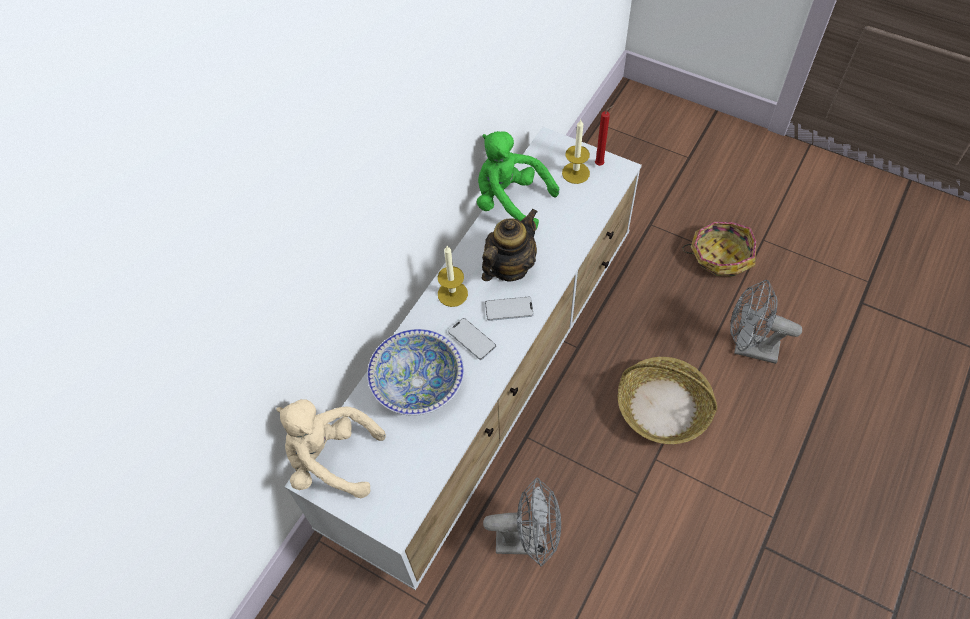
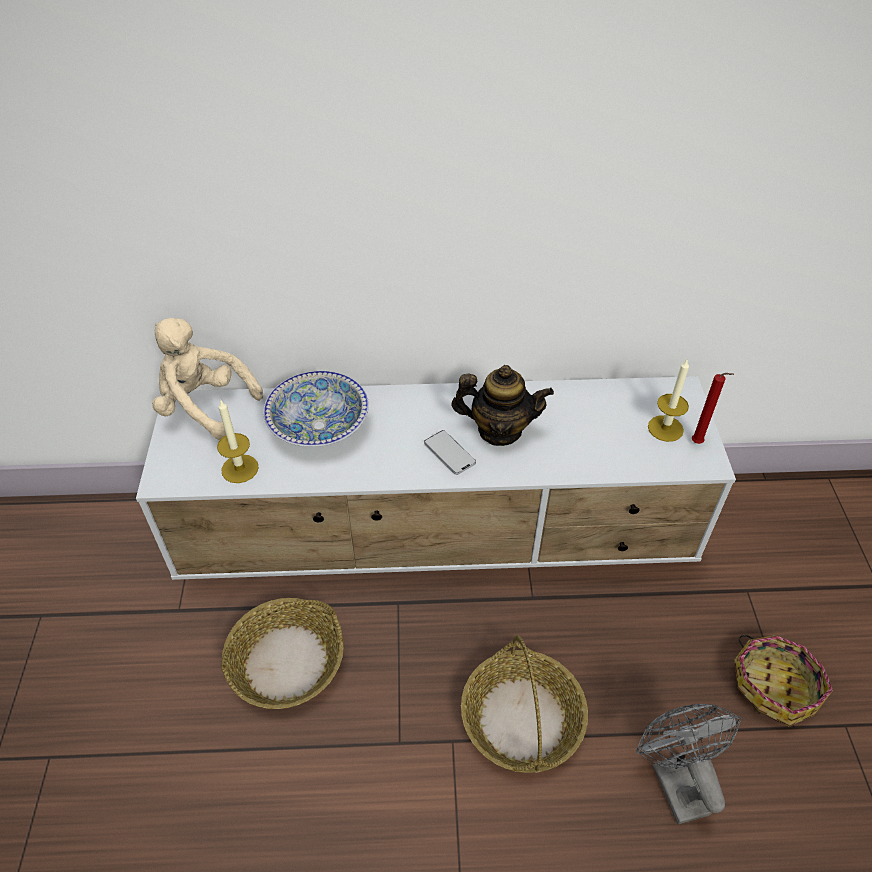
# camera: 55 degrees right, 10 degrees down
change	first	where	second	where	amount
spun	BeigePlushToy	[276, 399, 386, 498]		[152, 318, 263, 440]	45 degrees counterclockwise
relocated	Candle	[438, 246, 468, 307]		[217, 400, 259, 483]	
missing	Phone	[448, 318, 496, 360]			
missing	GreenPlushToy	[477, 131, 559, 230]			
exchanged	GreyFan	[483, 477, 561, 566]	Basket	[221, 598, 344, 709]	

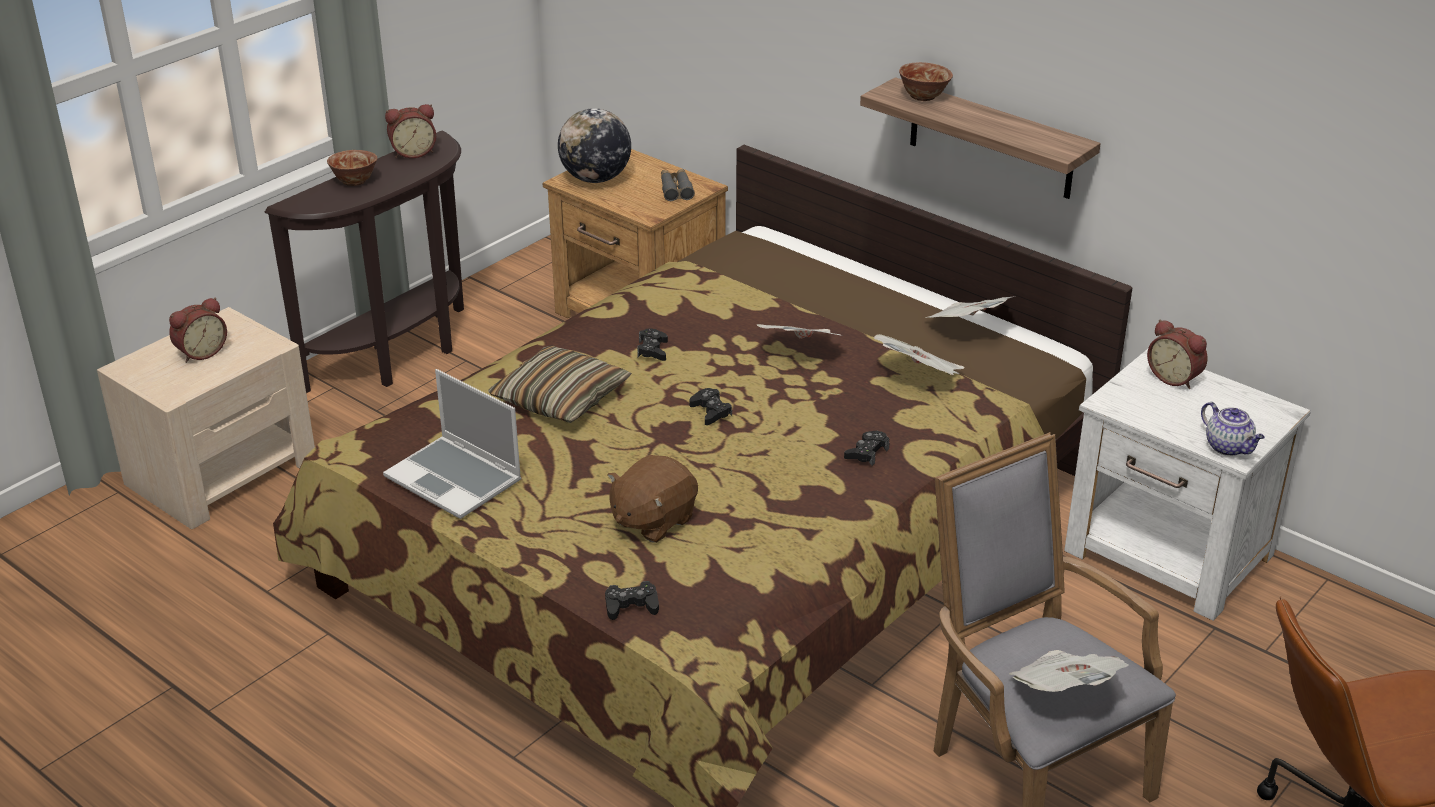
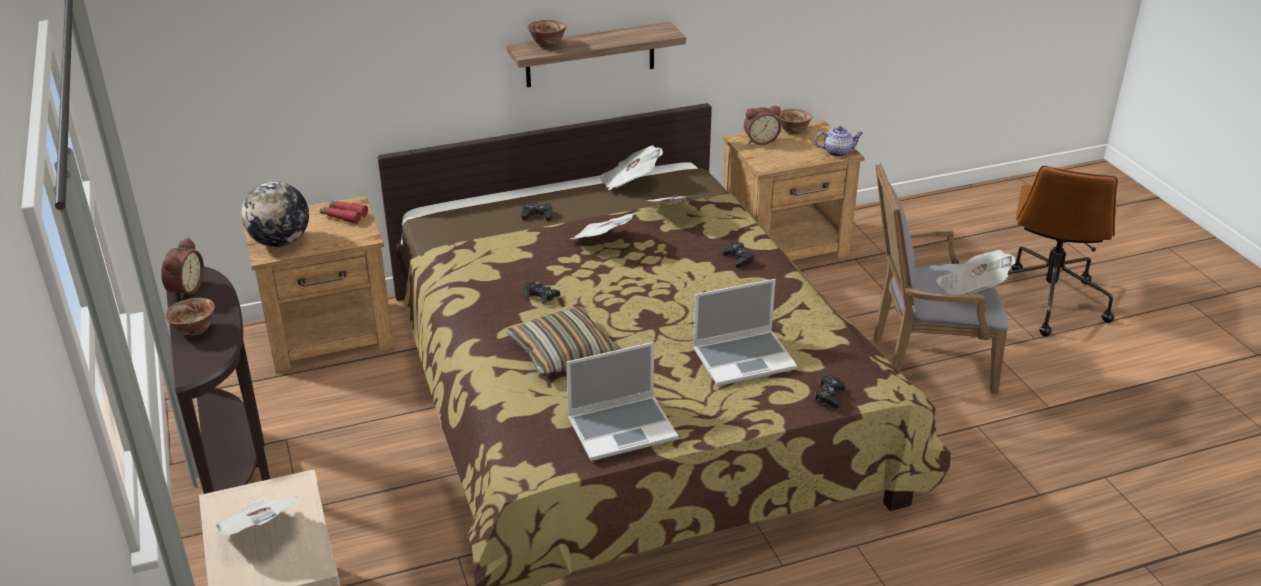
# camera: 60 degrees left, 0 degrees up
change	first	where	second	where	amount
exchanged	AlarmClock	[169, 298, 227, 363]	Newspaper	[214, 497, 298, 535]	
exchanged	BrownPlushToy	[607, 455, 698, 543]	Laptop	[693, 279, 797, 386]	
colour	GreyBinoculars	[661, 169, 695, 201]	RedBinoculars	[320, 201, 368, 224]	
relocated	BlackGameController	[690, 388, 732, 425]		[521, 203, 553, 221]	
colour	WhiteNightstand	[1064, 349, 1311, 621]	BrownNightstand	[723, 120, 865, 260]	
appeared			Bowl	[778, 109, 813, 134]	

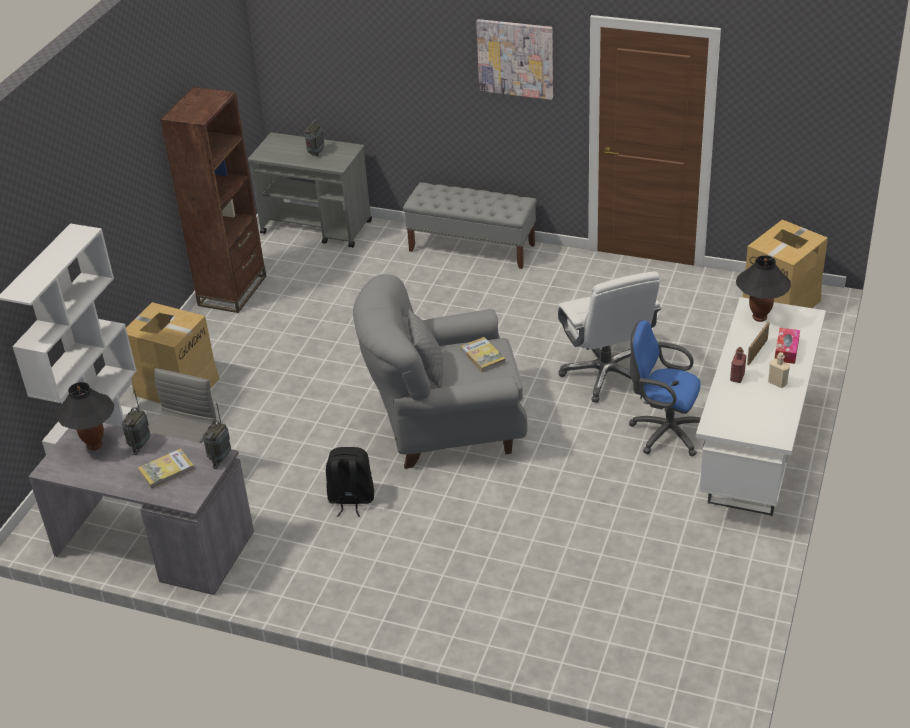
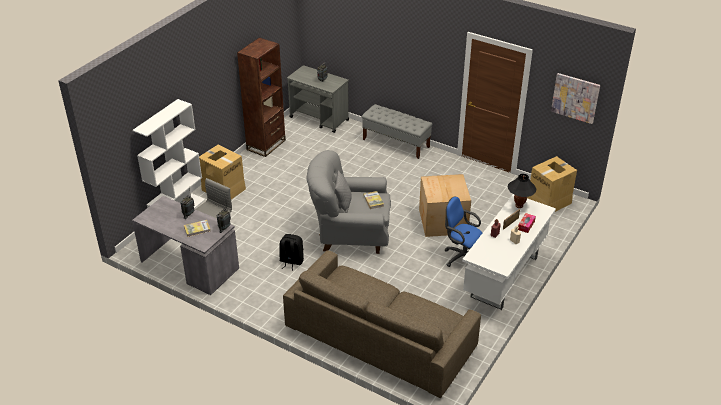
# camera: 10 degrees right, 0 degrees up
change	first	where	second	where	amount
missing	BlackTableLamp	[56, 382, 114, 450]			
relocated	Picture	[476, 19, 553, 100]		[551, 73, 600, 124]	
exchanged	WhiteOfficeChair	[558, 271, 661, 403]	CardboardBox	[419, 174, 471, 237]	
appeared			BrownSofa	[283, 250, 481, 398]	

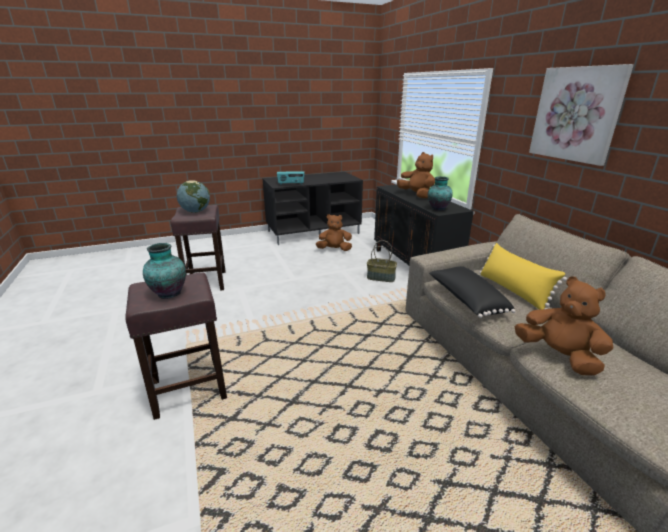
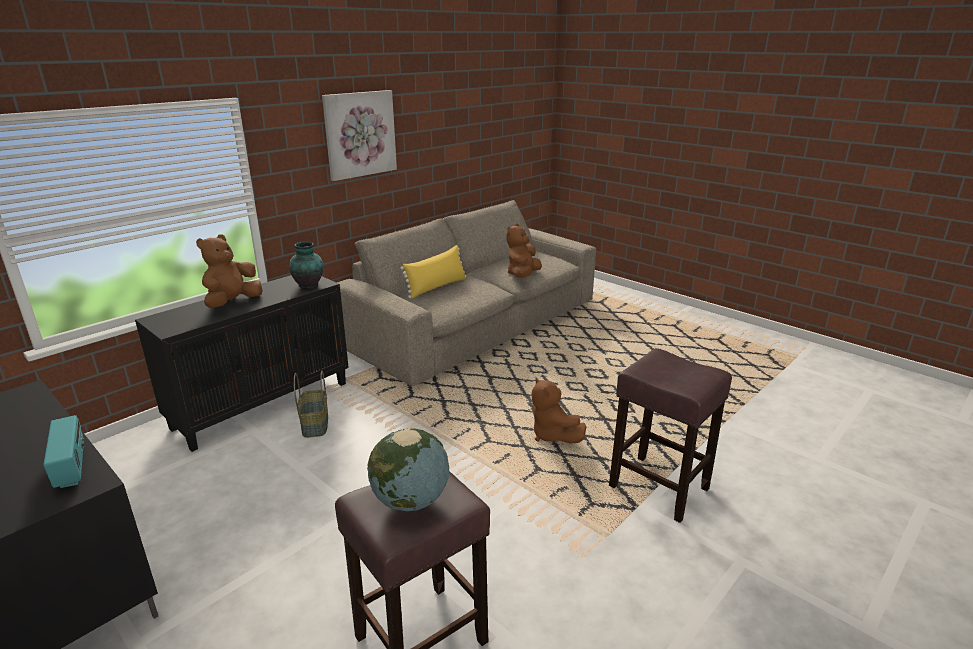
# camera: 115 degrees left, 0 degrees up
change	first	where	second	where	amount
missing	Vase	[143, 243, 186, 299]			
relocated	BrownPlushToy	[316, 214, 352, 251]		[531, 377, 586, 443]	
missing	BlackPillow	[429, 266, 516, 318]			

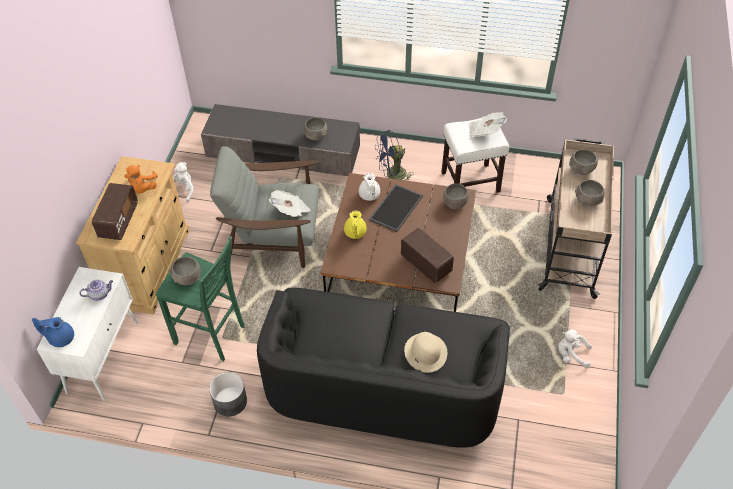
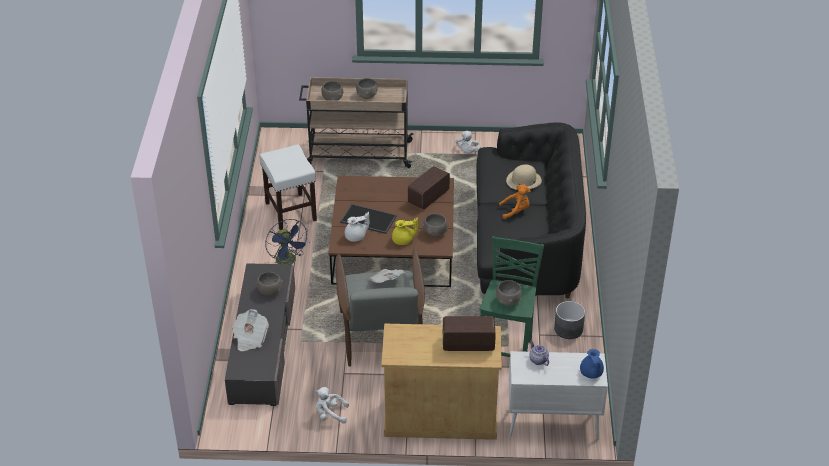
# camera: 100 degrees left, 10 degrees down
change	first	where	second	where	amount
relocated	OrangePlushToy	[124, 165, 158, 193]		[499, 185, 531, 219]	
relocated	GreyBowl	[443, 183, 469, 209]		[422, 214, 448, 237]	
relocated	Newspaper	[469, 112, 507, 137]		[232, 309, 269, 351]	

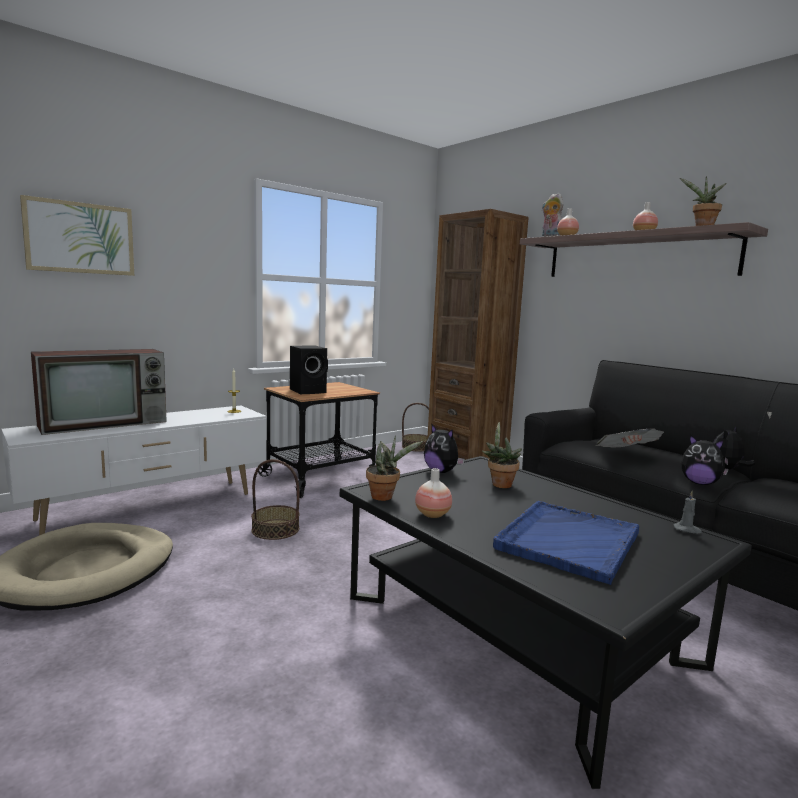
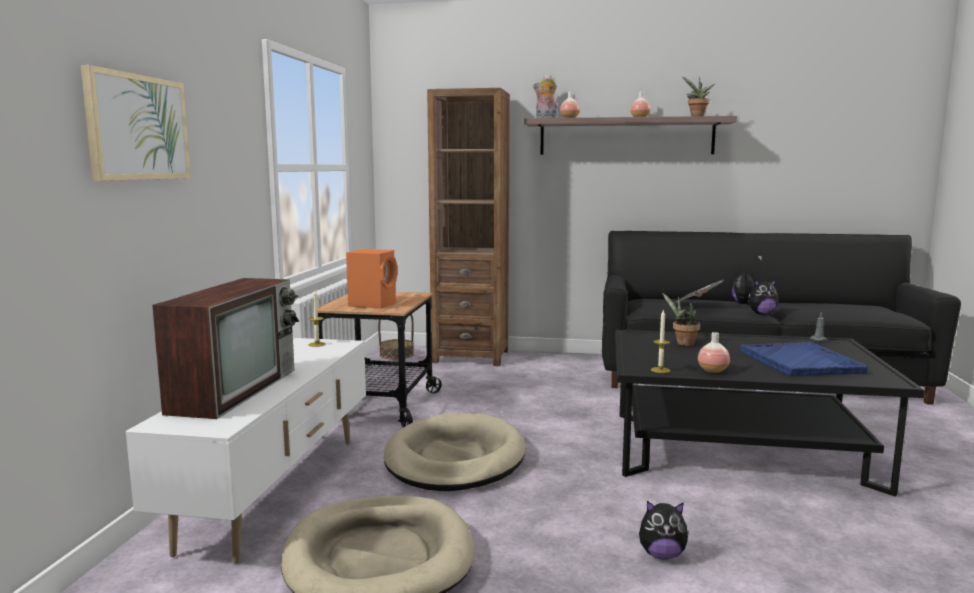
# camera: 40 degrees left, 0 degrees up
change	first	where	second	where	amount
exchanged	Basket	[251, 459, 300, 540]	BeigeDogBed	[384, 413, 526, 491]	
colour	BlackSpeaker	[290, 346, 328, 394]	OrangeSpeaker	[346, 249, 397, 309]	
exchanged	PottedPlant	[366, 435, 423, 501]	Candle	[651, 310, 670, 373]	
relocated	PlushToy	[424, 425, 465, 473]		[639, 501, 689, 560]	

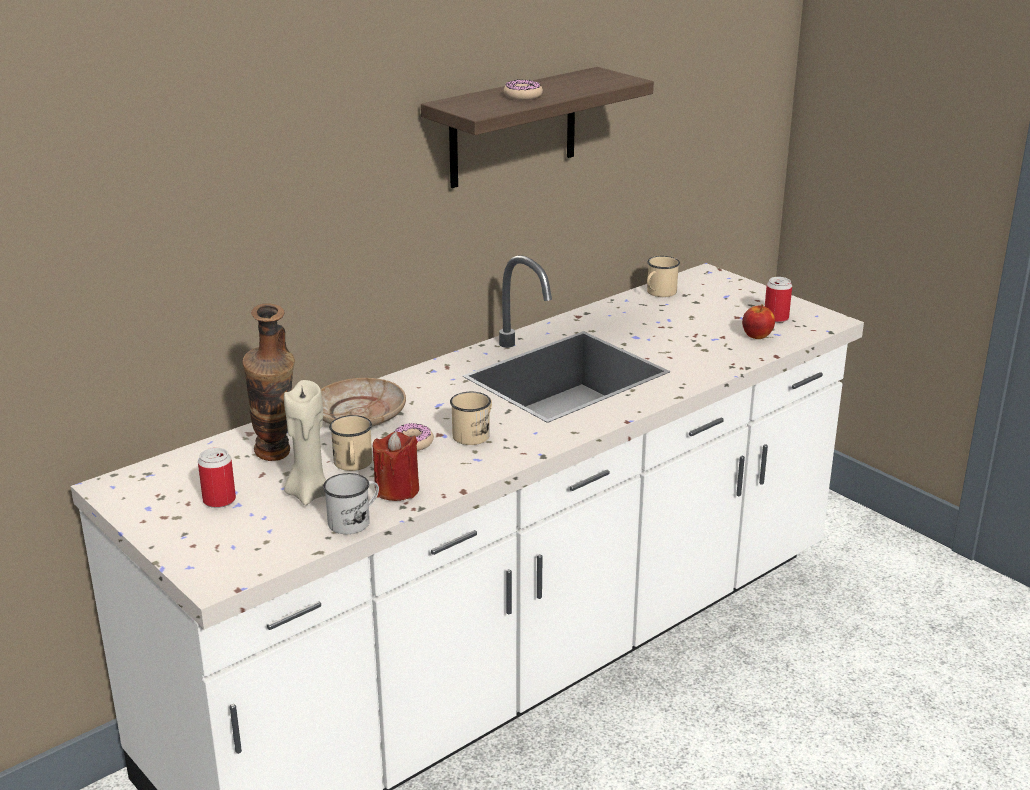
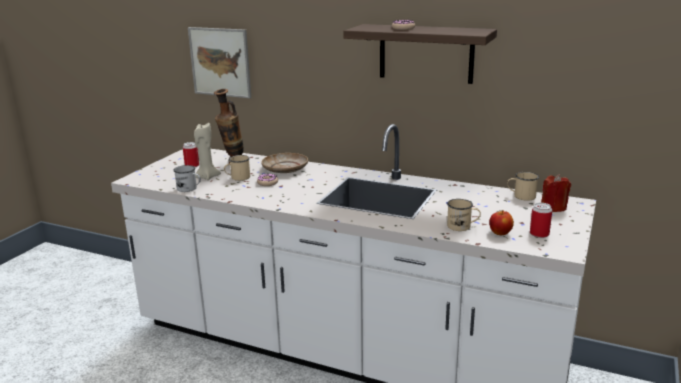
# camera: 65 degrees right, 5 degrees down
change	first	where	second	where	amount
relocated	RedCandle	[373, 431, 419, 501]		[541, 174, 571, 212]	
relocated	BeigeMug	[450, 392, 492, 445]		[447, 199, 481, 231]	
appeared			Picture	[188, 27, 251, 98]	

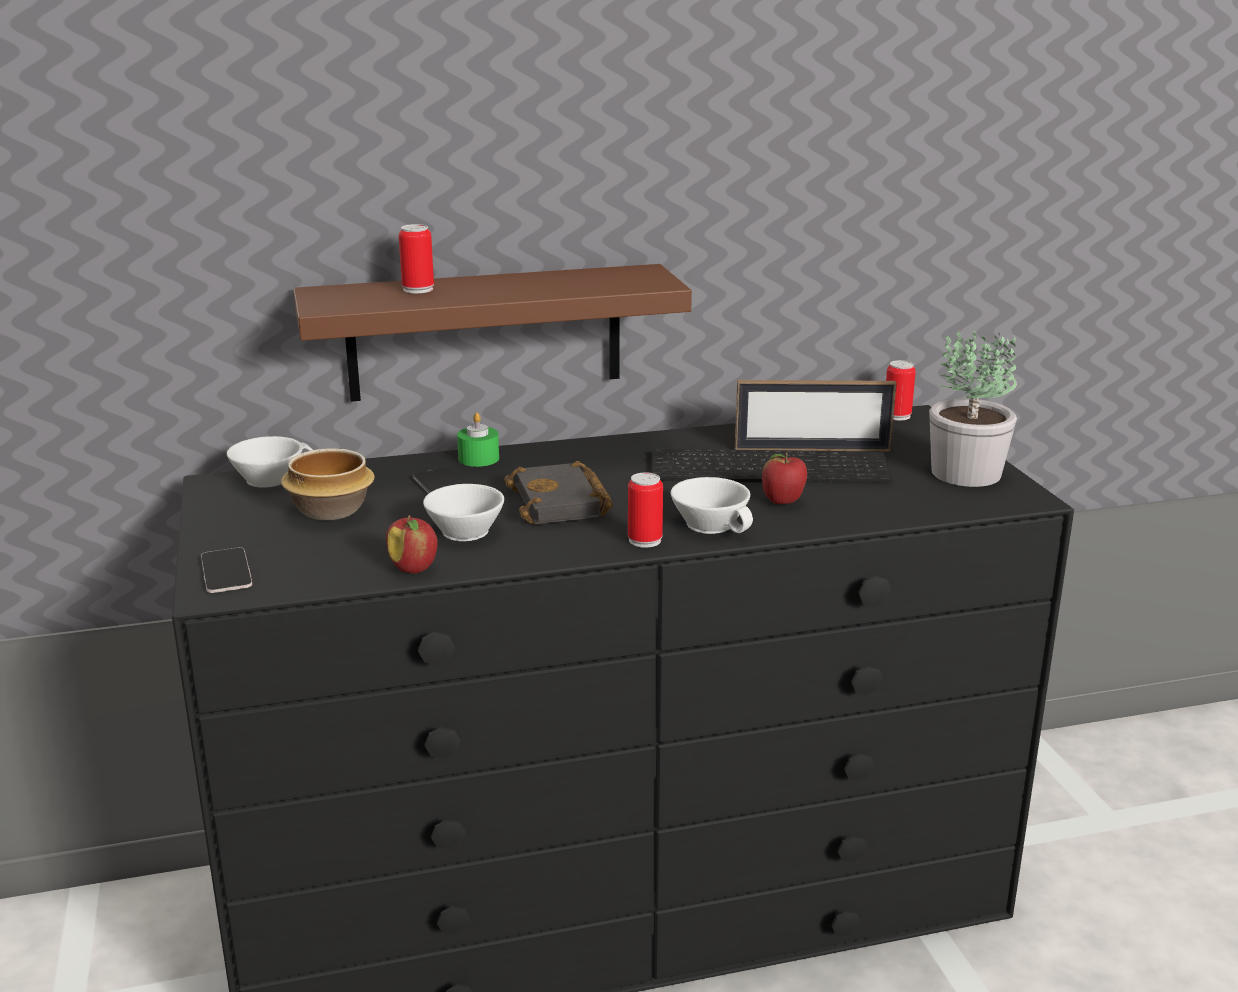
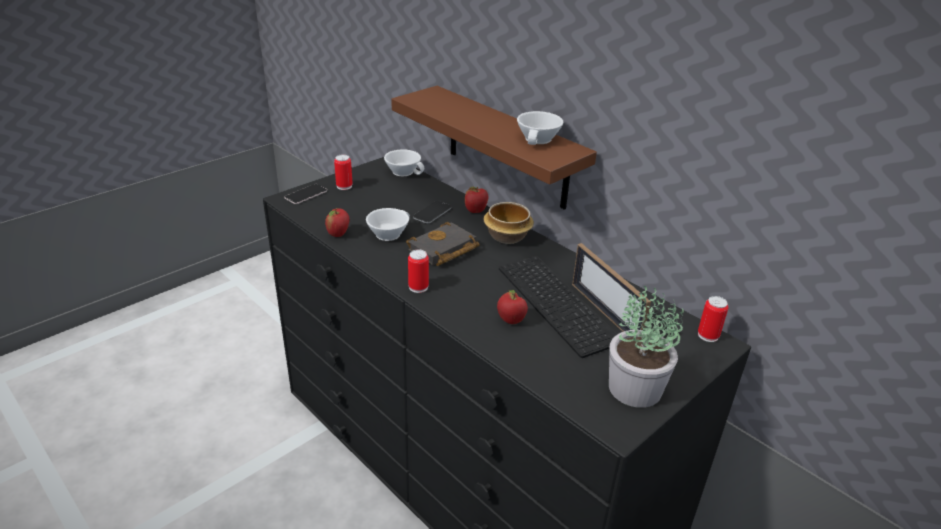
# camera: 60 degrees right, 10 degrees up
change	first	where	second	where	amount
relocated	Bowl	[281, 448, 375, 520]		[484, 202, 534, 244]	
relocated	Can	[399, 224, 434, 293]		[334, 154, 353, 190]	
exchanged	GreenCandle	[457, 413, 499, 467]	Apple	[465, 187, 488, 213]	
relocated	WhiteCup	[671, 477, 753, 534]		[517, 111, 563, 145]	

